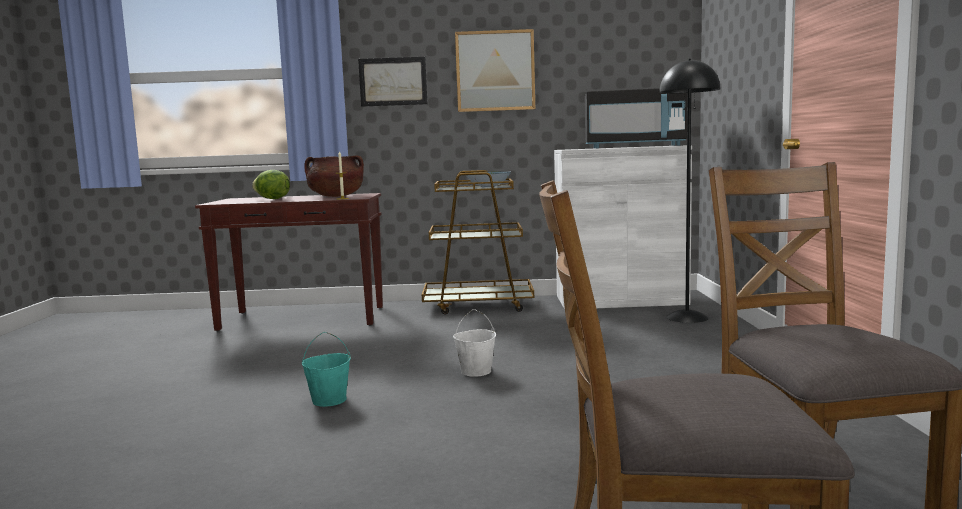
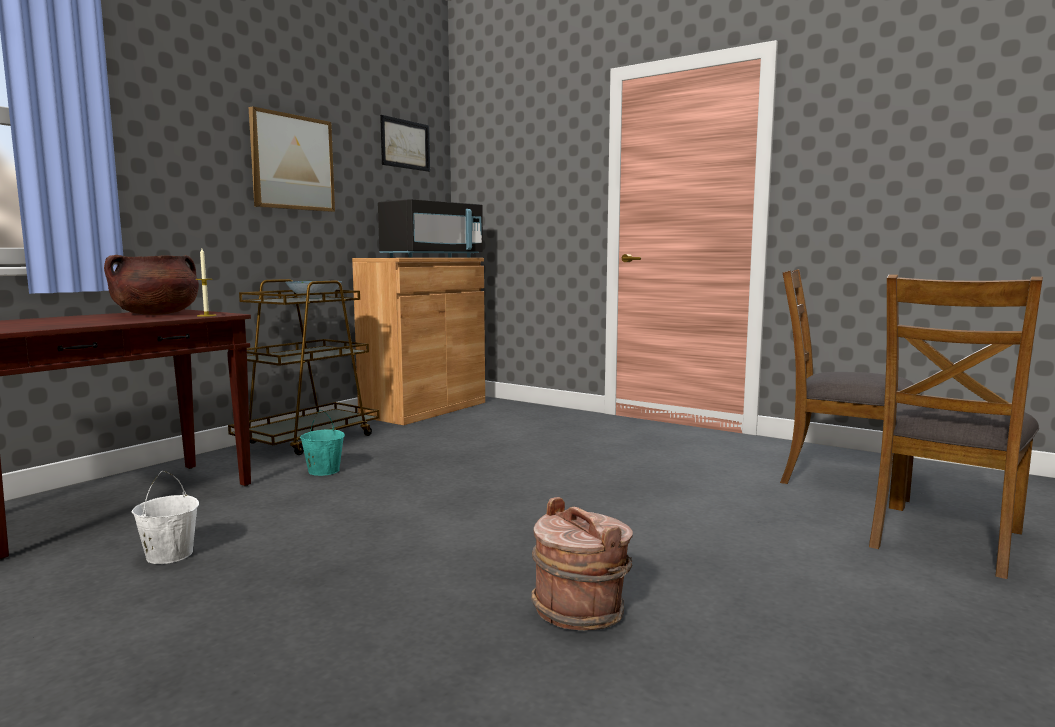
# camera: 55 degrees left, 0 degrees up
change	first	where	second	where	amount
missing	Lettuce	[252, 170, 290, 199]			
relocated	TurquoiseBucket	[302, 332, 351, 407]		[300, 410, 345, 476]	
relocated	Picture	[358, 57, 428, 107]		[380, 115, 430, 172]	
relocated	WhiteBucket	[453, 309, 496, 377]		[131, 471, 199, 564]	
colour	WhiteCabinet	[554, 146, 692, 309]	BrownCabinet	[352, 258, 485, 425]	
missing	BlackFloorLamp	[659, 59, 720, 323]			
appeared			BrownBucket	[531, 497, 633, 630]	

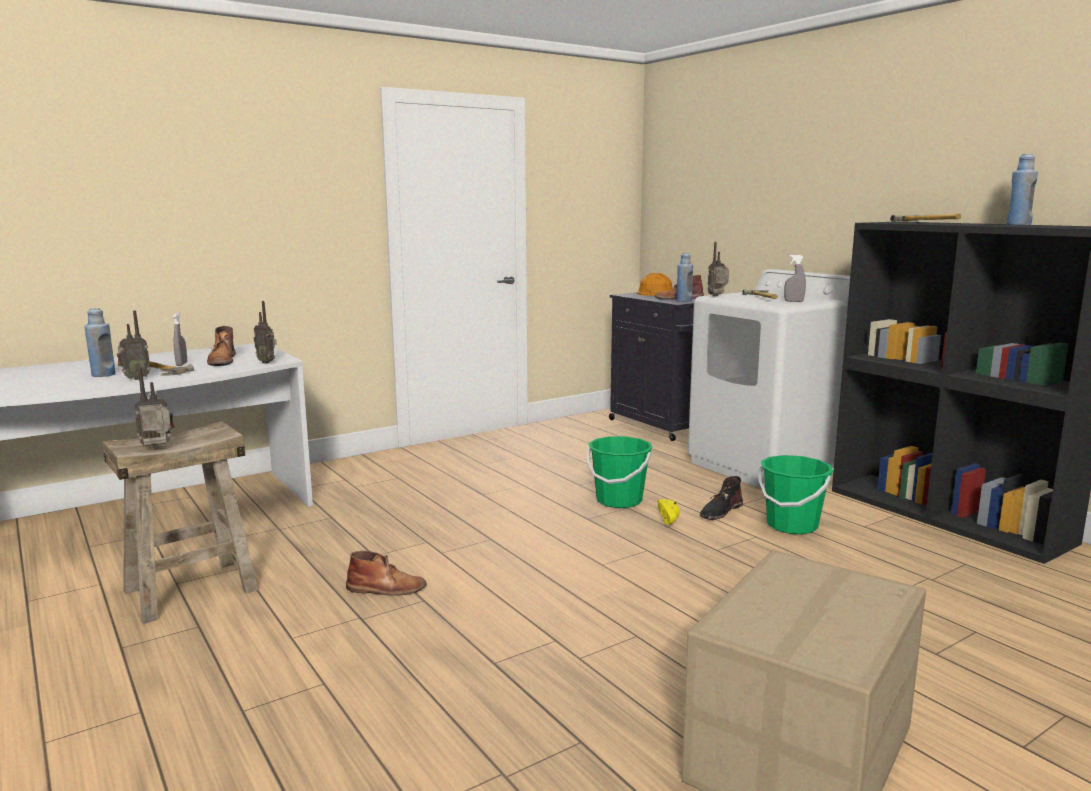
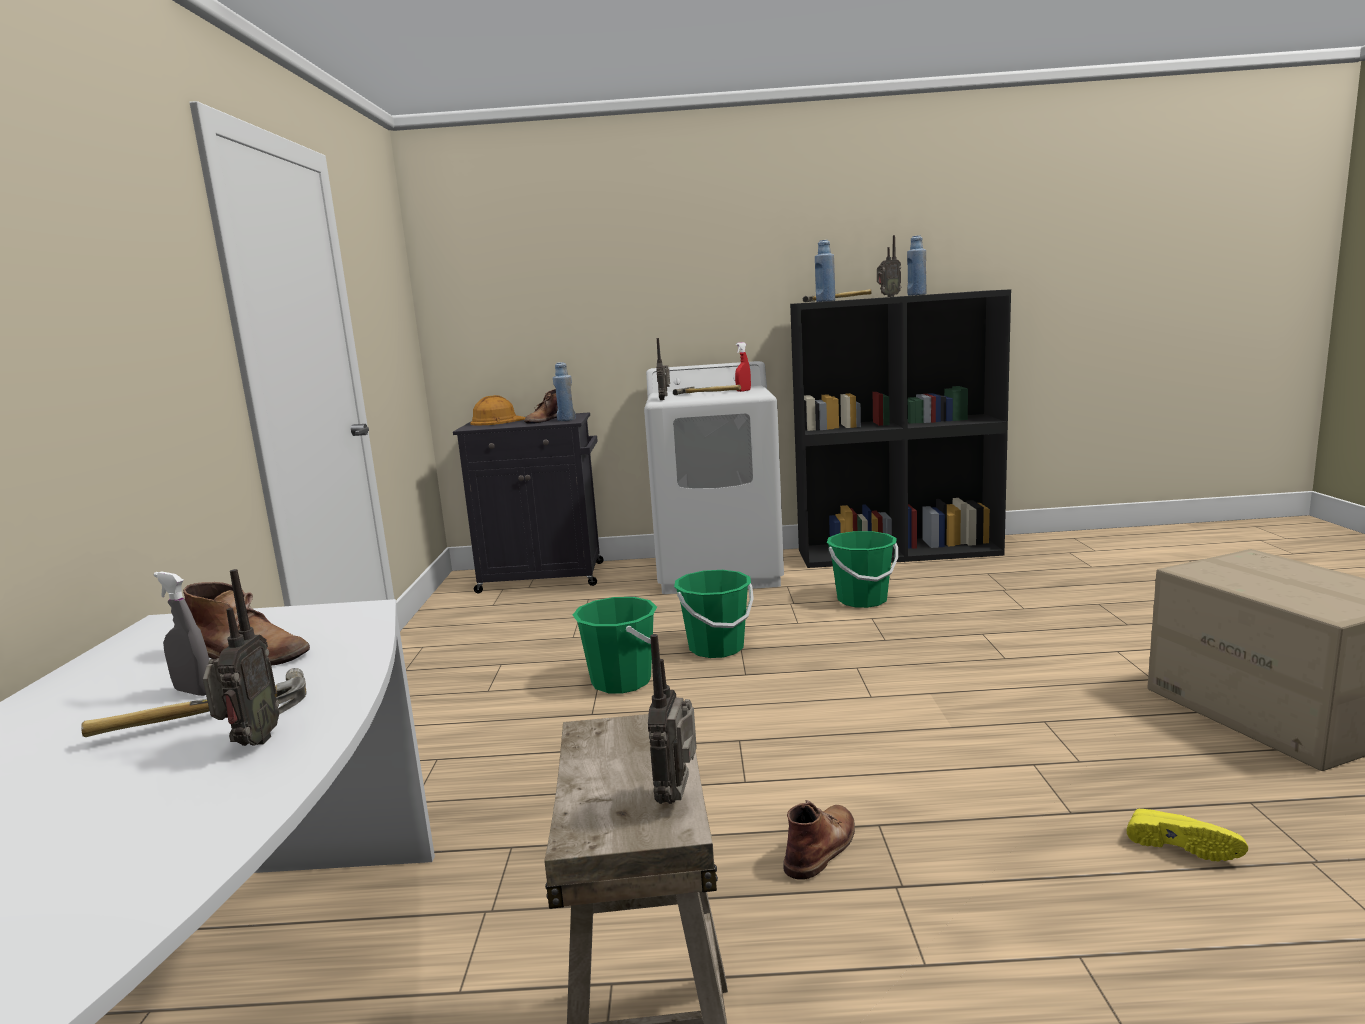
# camera: 55 degrees left, 0 degrees up
change	first	where	second	where	amount
relocated	BlueBottle	[84, 308, 116, 377]		[815, 240, 835, 302]	
relocated	Radio	[254, 301, 277, 364]		[877, 235, 901, 297]	
relocated	YellowShoe	[658, 499, 680, 525]		[1127, 809, 1248, 862]	
missing	BlackBoot	[700, 476, 743, 520]			
colour	GreySprayBottle	[784, 255, 806, 302]	RedSprayBottle	[735, 342, 751, 392]	
appeared			GreenBucket	[573, 597, 657, 694]	

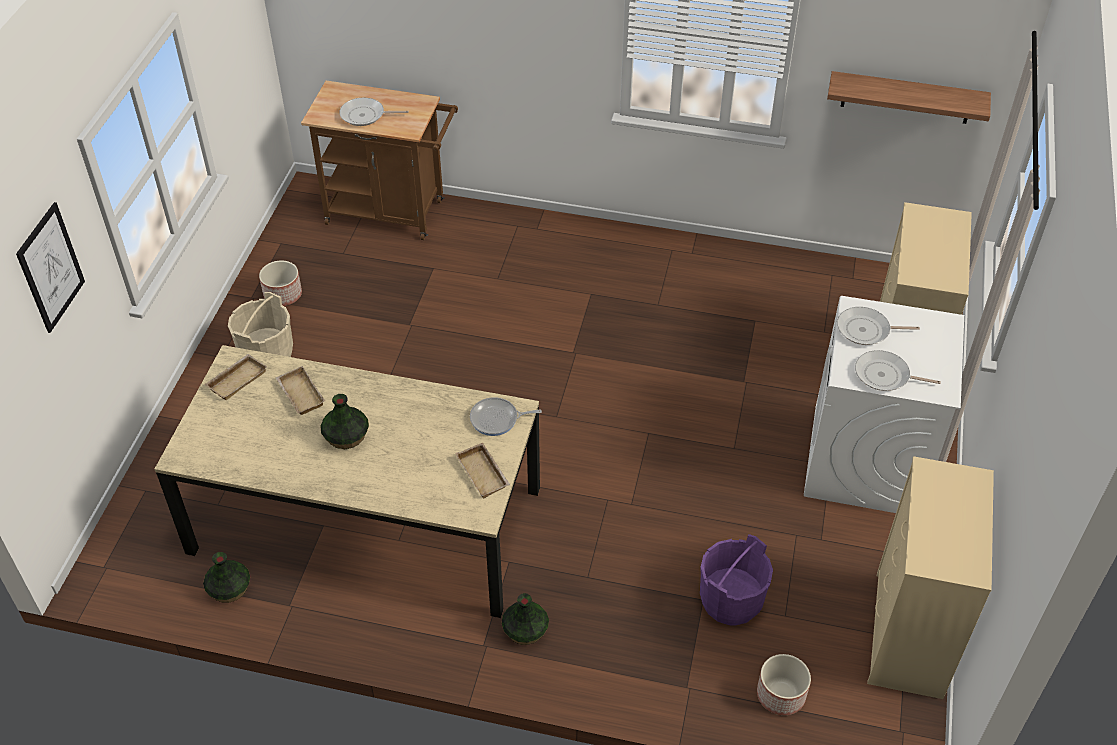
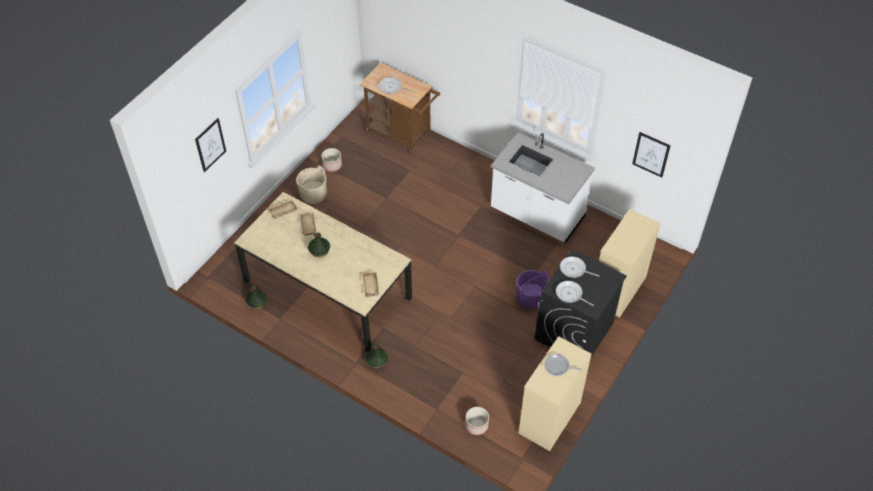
# camera: 20 degrees right, 5 degrees up
change	first	where	second	where	amount
relocated	FryingPan	[470, 397, 542, 436]		[544, 354, 582, 376]	
relocated	PurpleBucket	[700, 534, 773, 626]		[516, 270, 549, 309]	
colour	WhiteWashingMachine	[804, 296, 964, 513]	BlackWashingMachine	[535, 249, 627, 357]	
exchanged	Shelf	[827, 71, 991, 124]	Picture	[632, 132, 671, 178]	
appeared			WhiteCounter	[491, 132, 595, 243]	

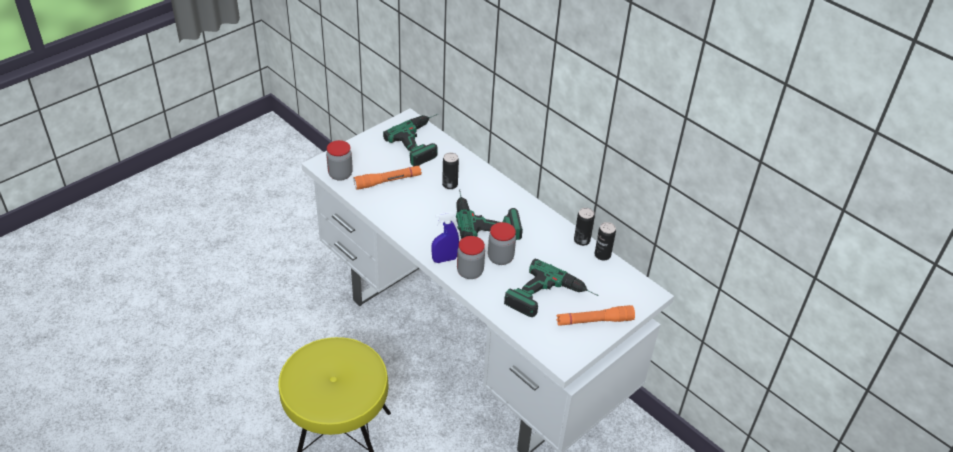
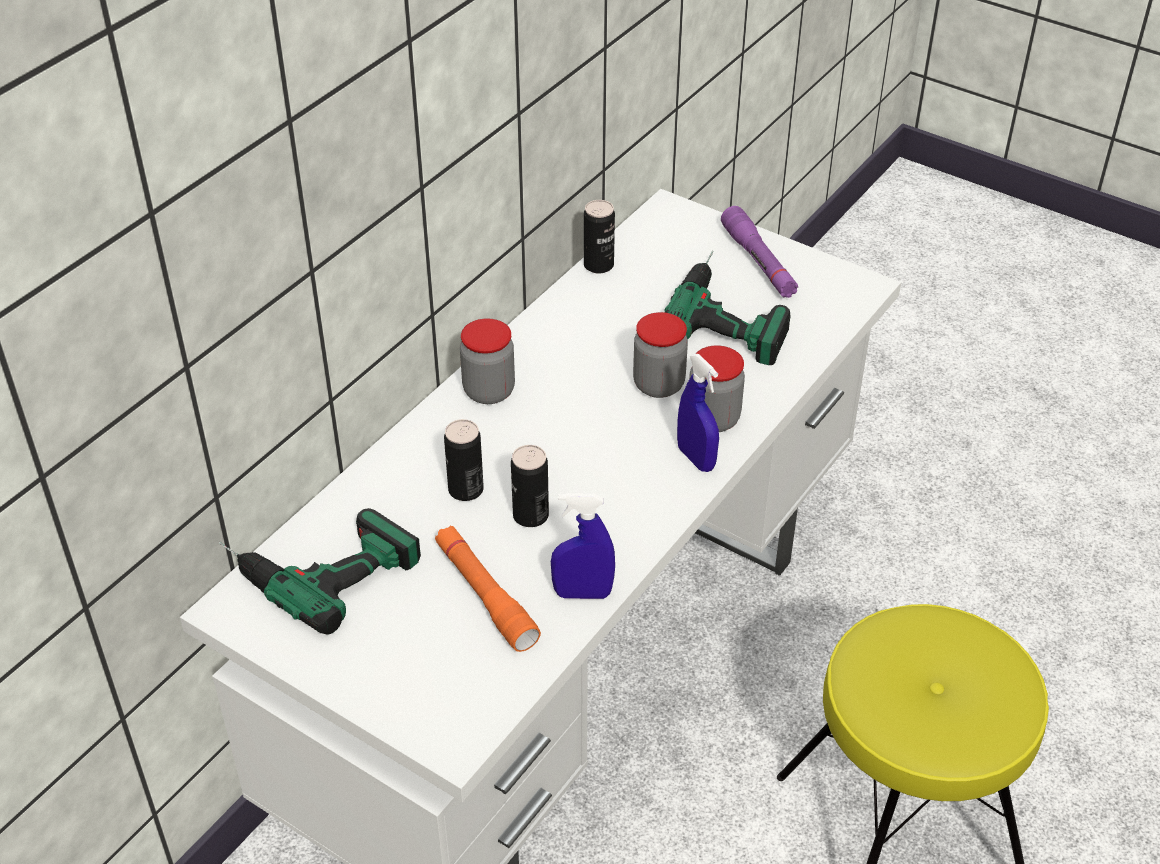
# camera: 100 degrees left, 0 degrees up
change	first	where	second	where	amount
relocated	Jar	[326, 140, 353, 181]		[460, 318, 515, 404]	
missing	PowerDrill	[456, 189, 523, 240]			
colour	OrangeFlashlight	[557, 305, 635, 326]	PurpleFlashlight	[721, 206, 798, 298]	
relocated	Can	[574, 208, 595, 246]		[511, 445, 549, 527]	
appeared			BlueSprayBottle	[551, 493, 615, 599]	

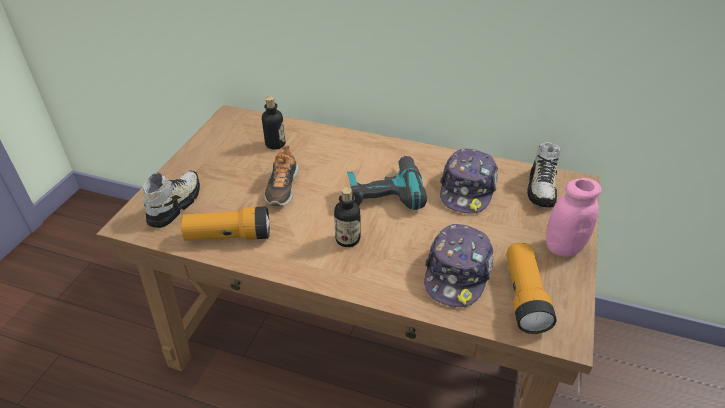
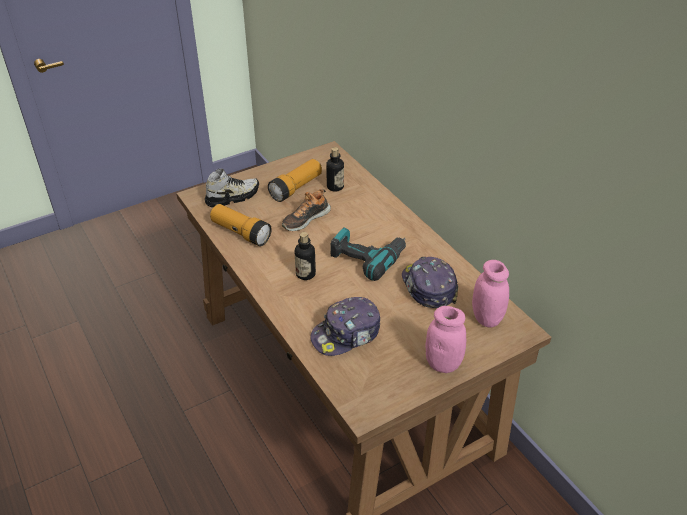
# camera: 40 degrees right, 0 degrees up
change	first	where	second	where	amount
spun	Cap	[440, 149, 498, 214]		[402, 257, 458, 308]	105 degrees clockwise
relocated	Flashlight	[506, 243, 557, 334]		[268, 159, 322, 202]	
exchanged	Shoe	[527, 142, 560, 208]	PinkJar	[472, 260, 509, 328]	

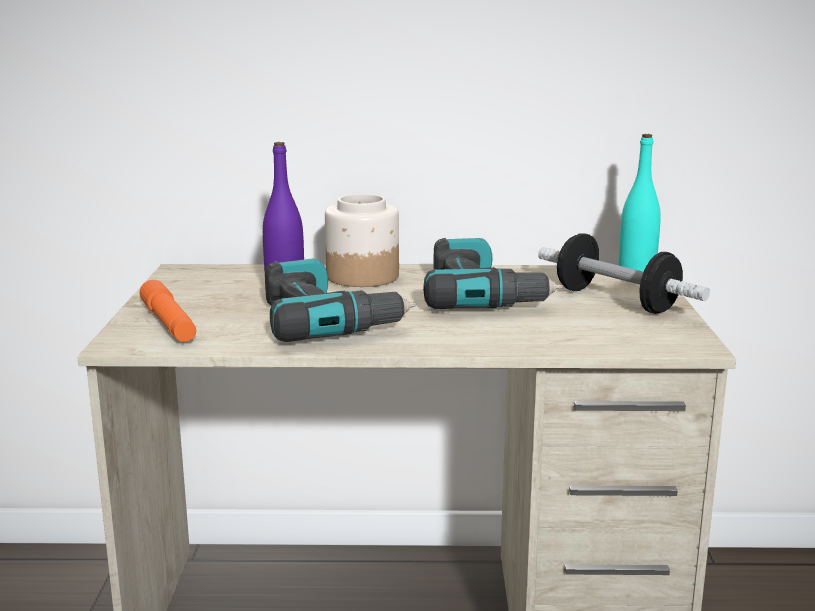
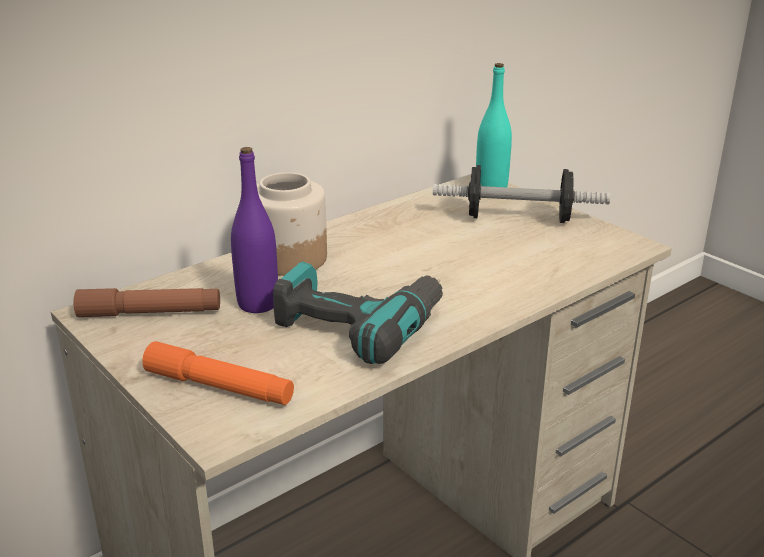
# camera: 40 degrees left, 10 degrees up
change	first	where	second	where	amount
missing	PowerDrill	[423, 238, 563, 309]			
appeared			BrownFlashlight	[74, 288, 220, 317]	

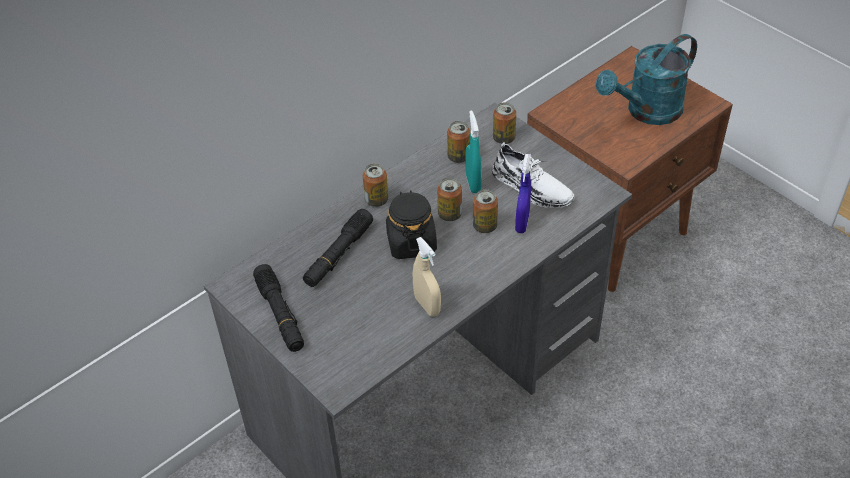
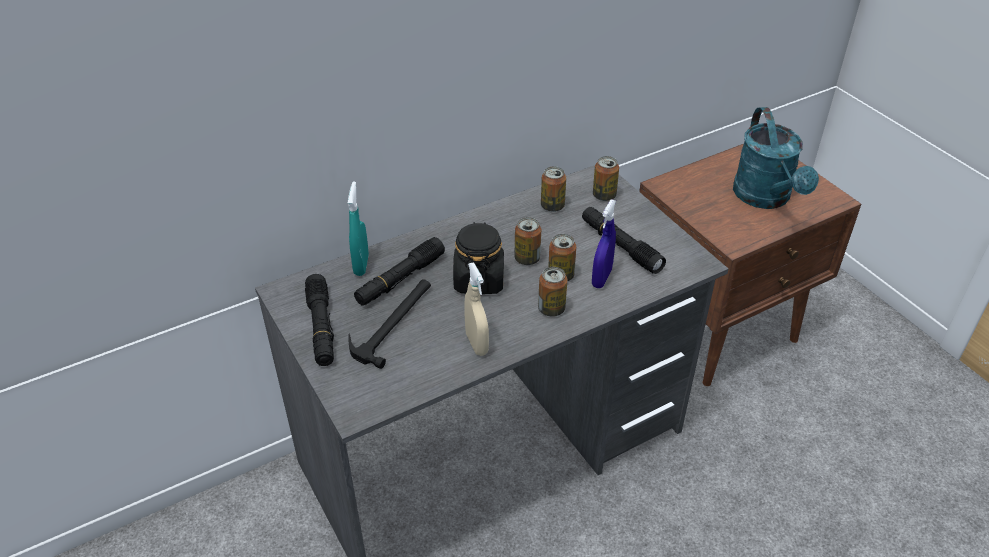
# camera: 10 degrees right, 5 degrees down
change	first	where	second	where	amount
relocated	Can	[363, 164, 388, 207]		[538, 267, 568, 317]	
relocated	TurquoiseSprayBottle	[465, 110, 482, 193]		[348, 181, 369, 276]	
exchanged	WhiteShoe	[492, 142, 575, 208]	BlackFlashlight	[582, 207, 666, 274]	
spun	TurquoiseWateringCan	[596, 34, 697, 125]		[733, 107, 819, 209]	75 degrees counterclockwise
appeared			Hammer	[348, 279, 431, 369]	

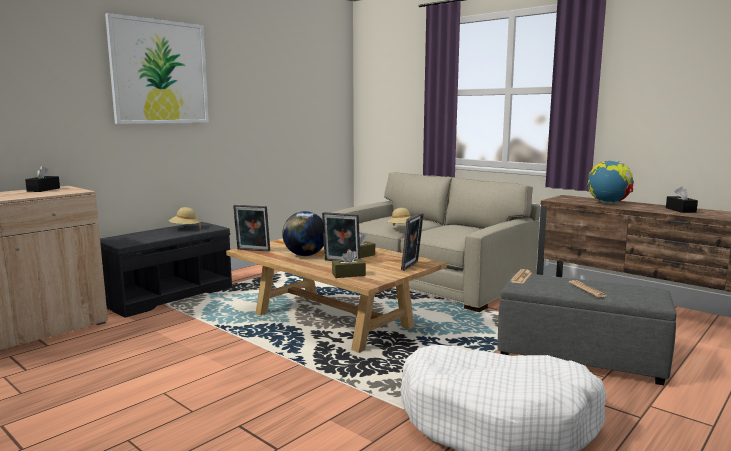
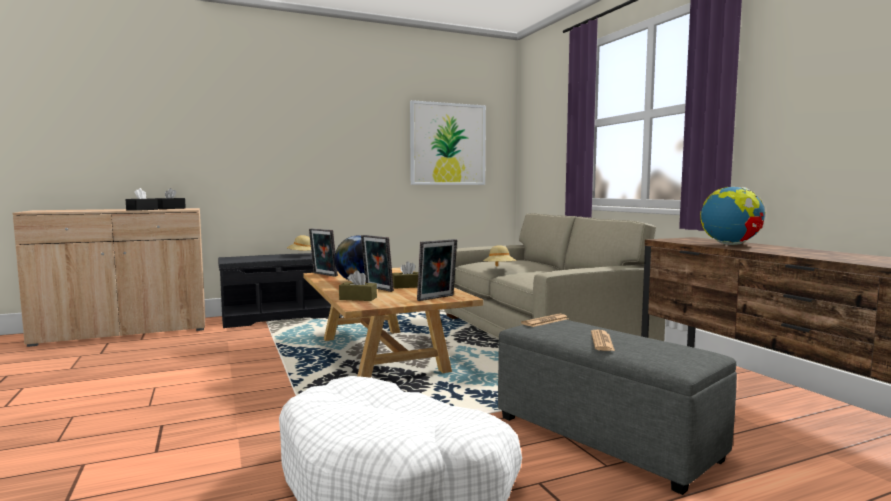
# camera: 25 degrees right, 5 degrees down
change	first	where	second	where	amount
relocated	Picture	[105, 13, 209, 124]		[410, 100, 486, 185]	
relocated	BlackTissueBox	[666, 187, 698, 213]		[125, 188, 158, 211]	

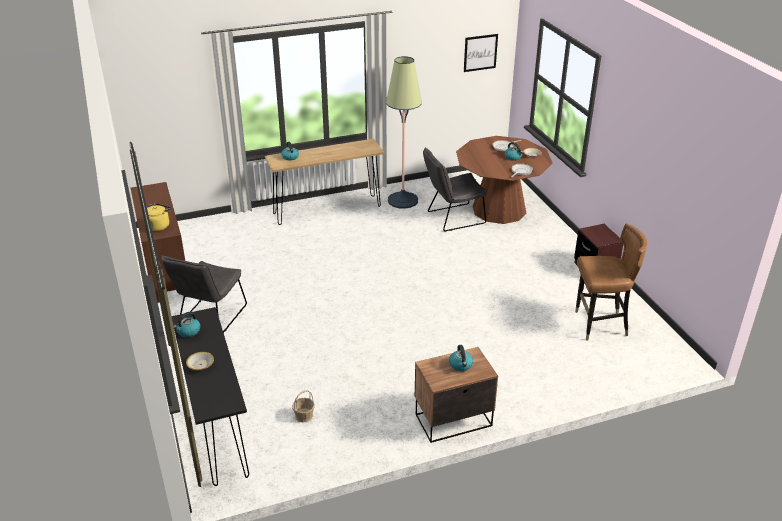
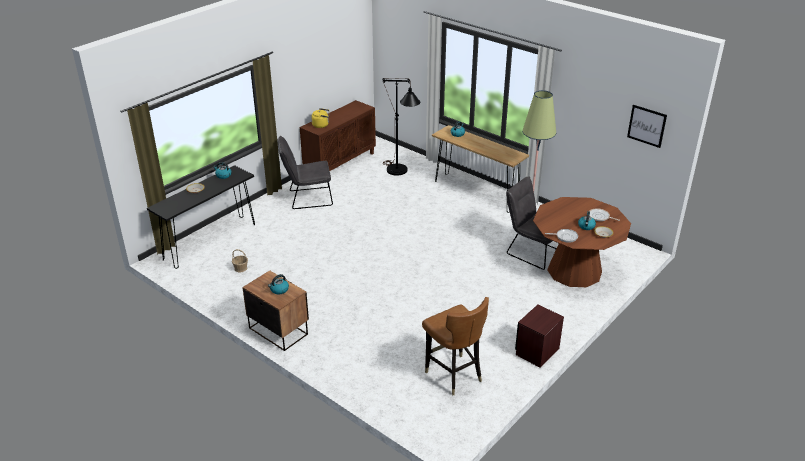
# camera: 60 degrees right, 0 degrees up
change	first	where	second	where	amount
appeared			BlackFloorLamp	[382, 78, 420, 176]	

